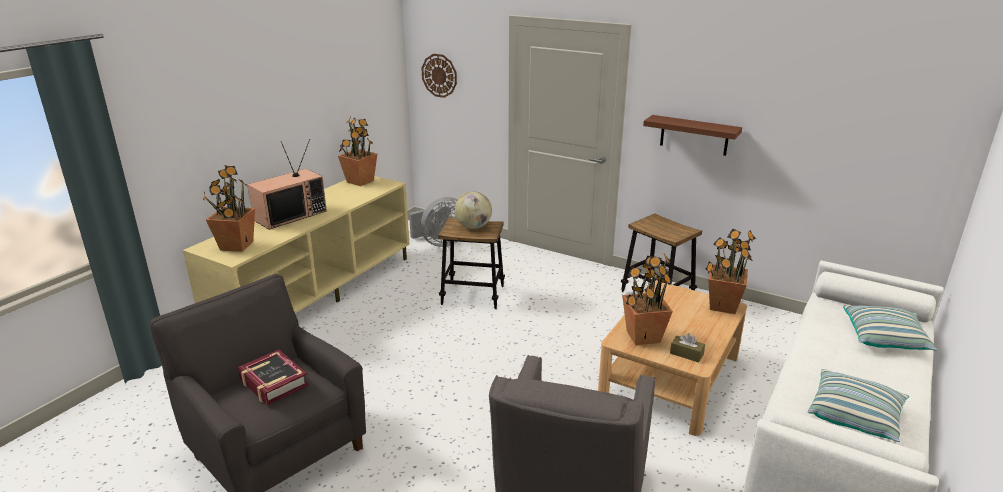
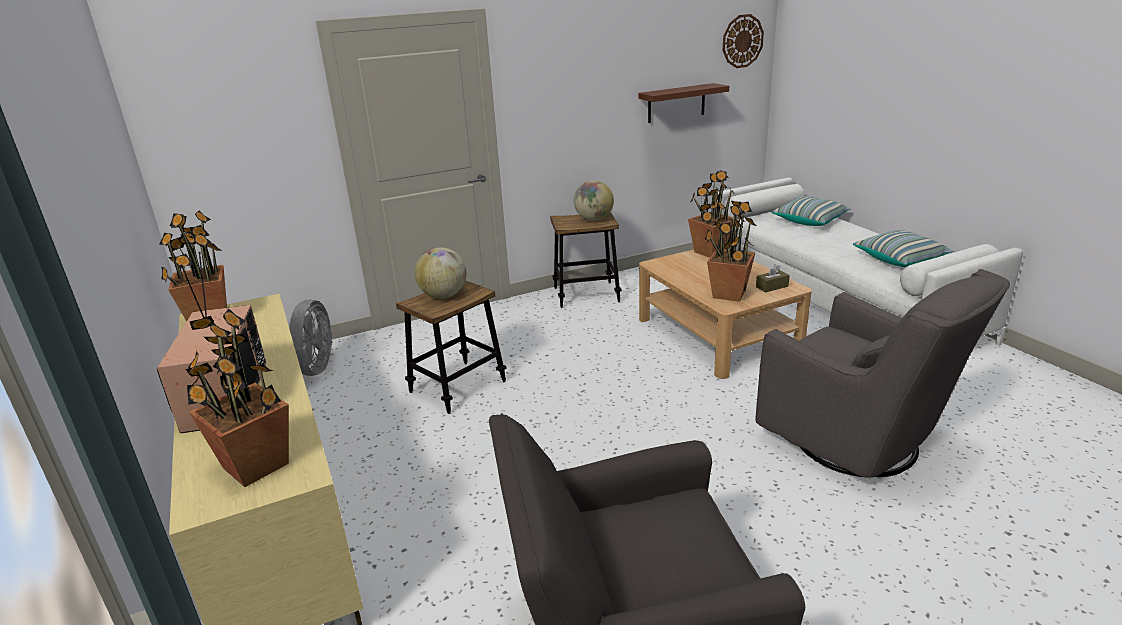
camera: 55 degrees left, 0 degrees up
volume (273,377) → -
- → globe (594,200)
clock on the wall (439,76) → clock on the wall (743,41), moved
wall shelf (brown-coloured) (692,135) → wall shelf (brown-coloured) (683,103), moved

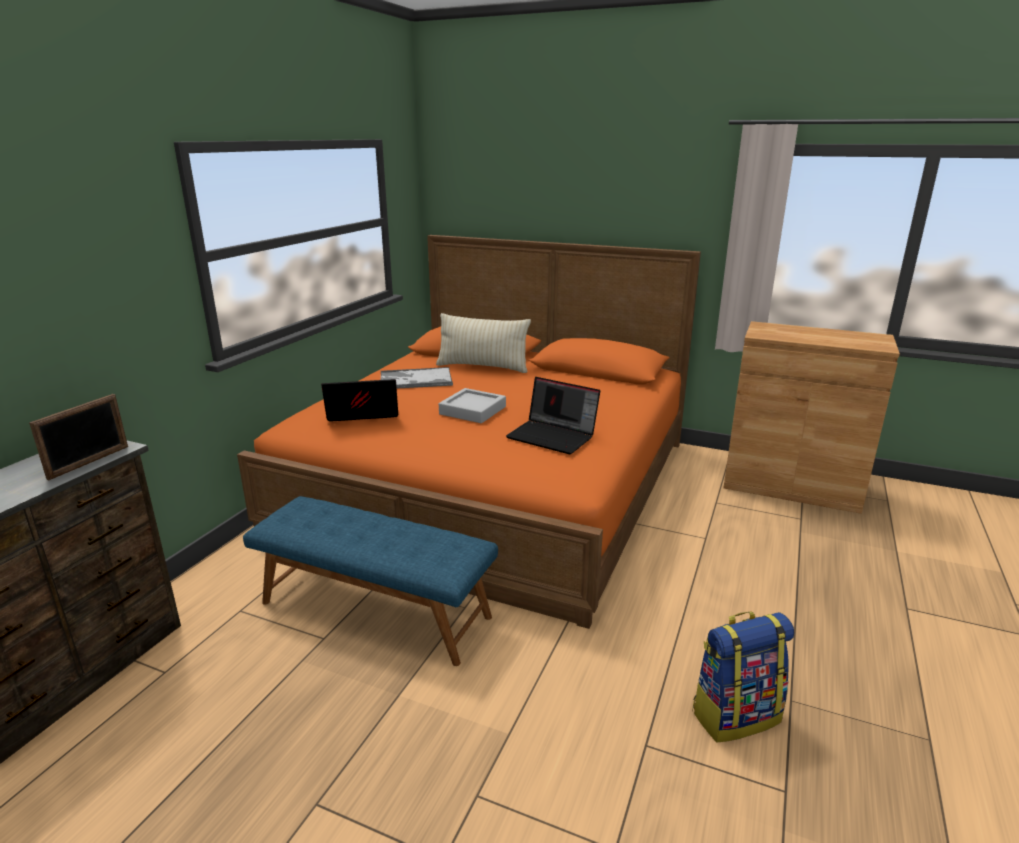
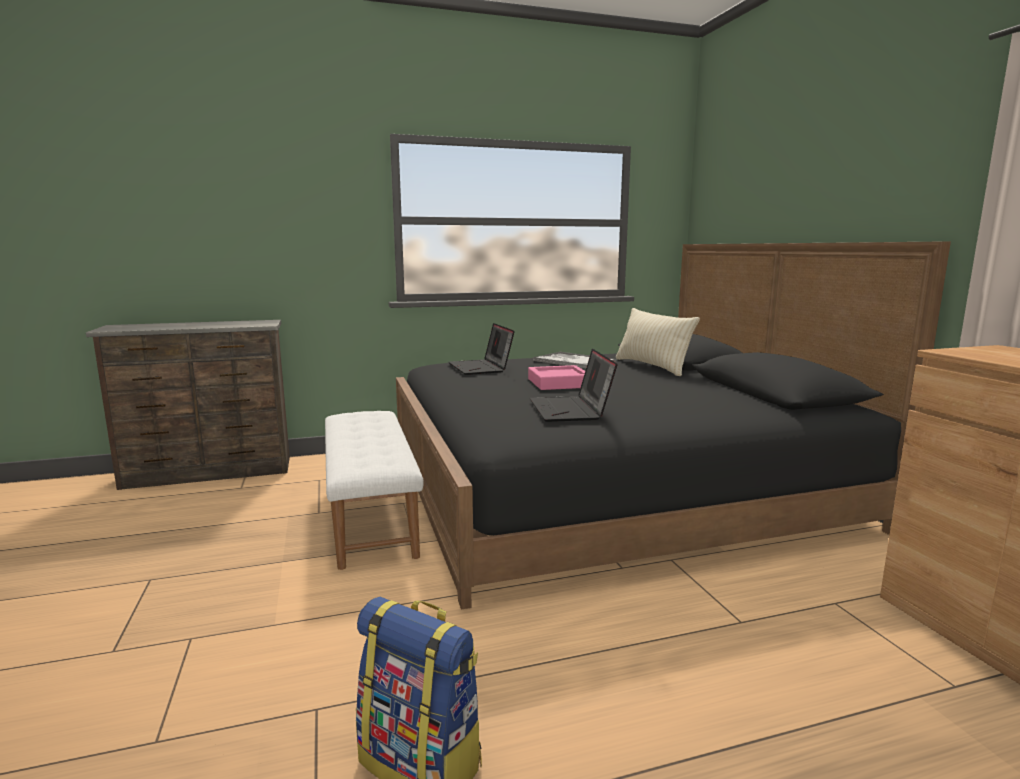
camera: 50 degrees right, 10 degrees down
photo frame (78,437) → -
bed (orangey) (469,432) → bed (black-coloured) (673,425)
bench (blue-coloured) (370,581) → bench (whitish) (374,490)
serving tray (grey) (472,405) → serving tray (pink) (556,377)
laptop (359,400) → laptop (482,349), 150 degrees counterclockwise

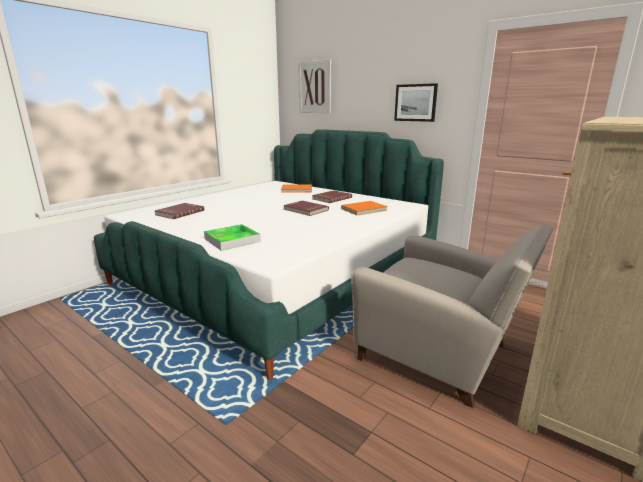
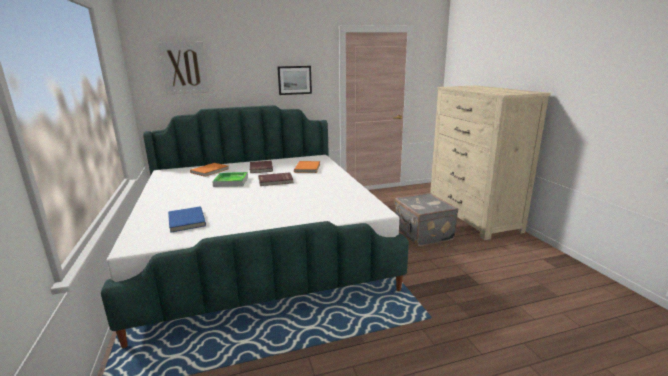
camera: 55 degrees left, 0 degrees up
serving tray (232,237) → serving tray (230,179), moved
lounge chair (beige-coloured) (452,316) → piece of luggage (grey) (426,220)
volume (reddish) (179,211) → volume (blue-coloured) (187,220)

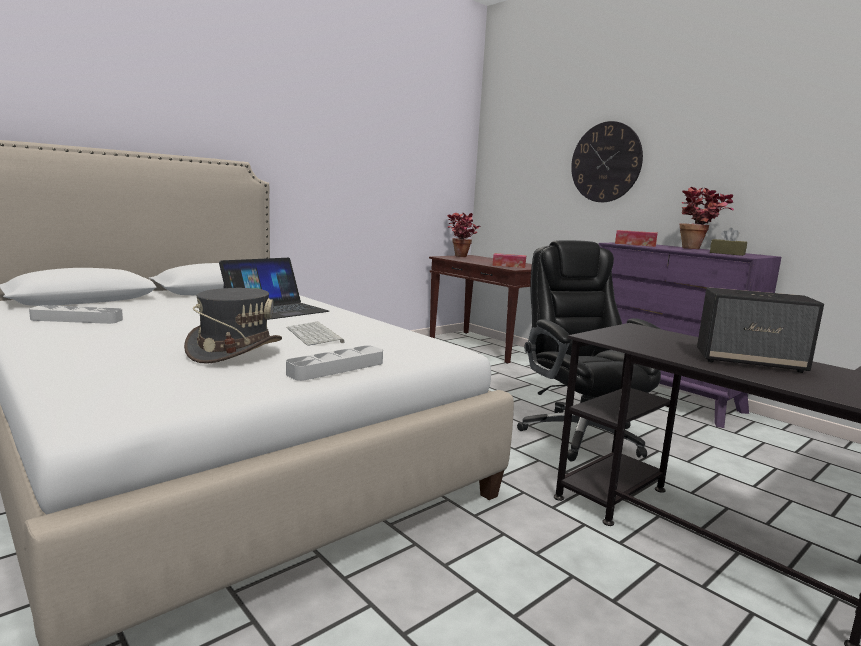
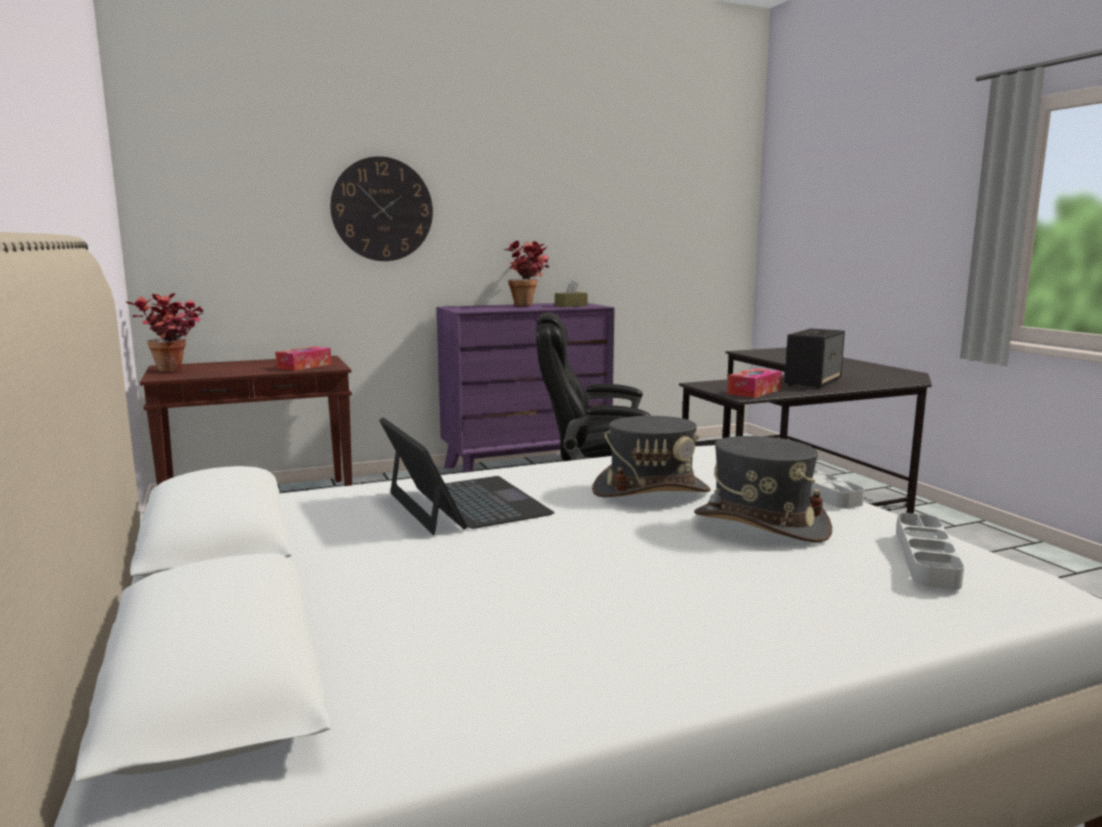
camera: 70 degrees left, 0 degrees up
serving tray (grey) (76,314) → serving tray (grey) (930,551), moved
box of tissues (636,238) → box of tissues (754,383), moved
computer keyboard (316,334) → clothing hat (grey) (651,456)

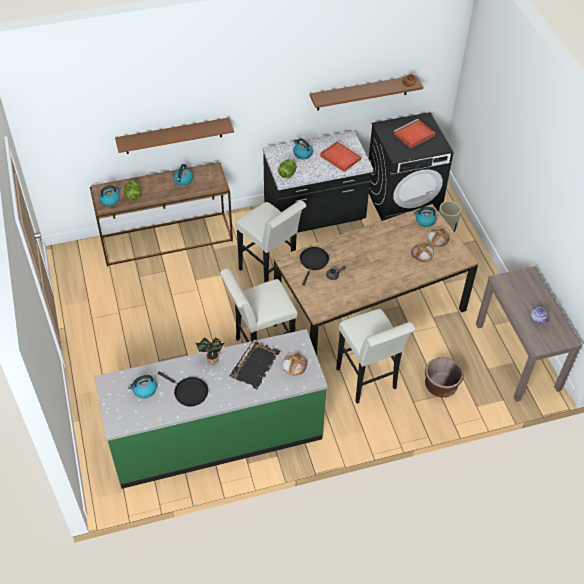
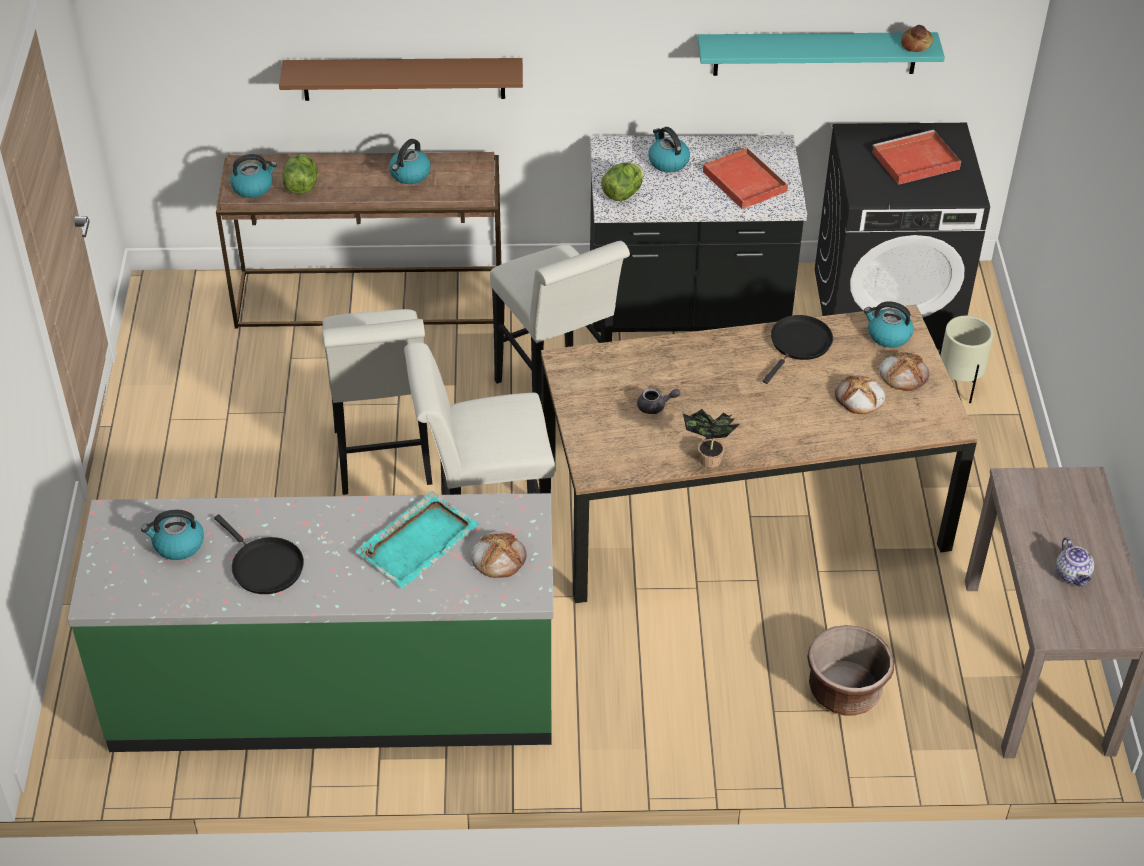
camera: 15 degrees right, 5 degrees down
plant in a pot (210,350) → plant in a pot (711,438), moved
pan (black-coloured) (314,266) → pan (black-coloured) (798,349), moved
stool (whitish) (375,356) → stool (whitish) (377,402), moved
serving tray (black-coloured) (255,364) → serving tray (turquoise-coloured) (417,539)
wall shelf (brown-coloured) (366,93) → wall shelf (turquoise-coloured) (821,54)

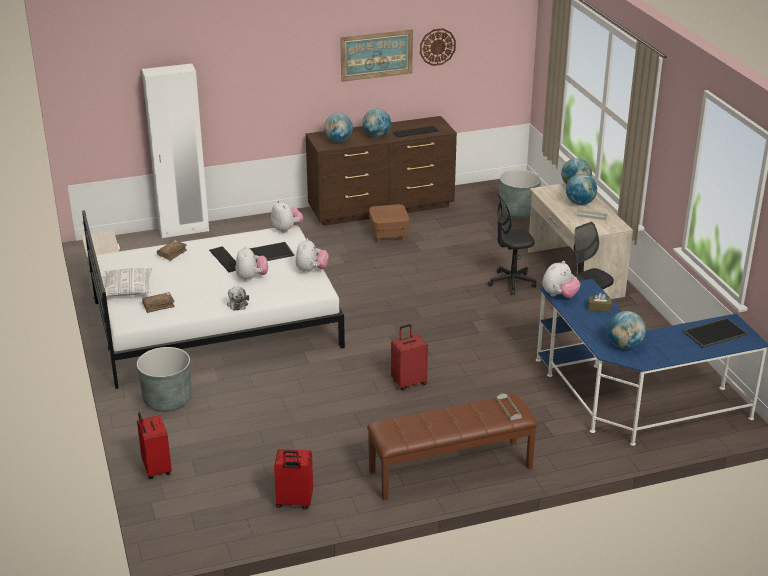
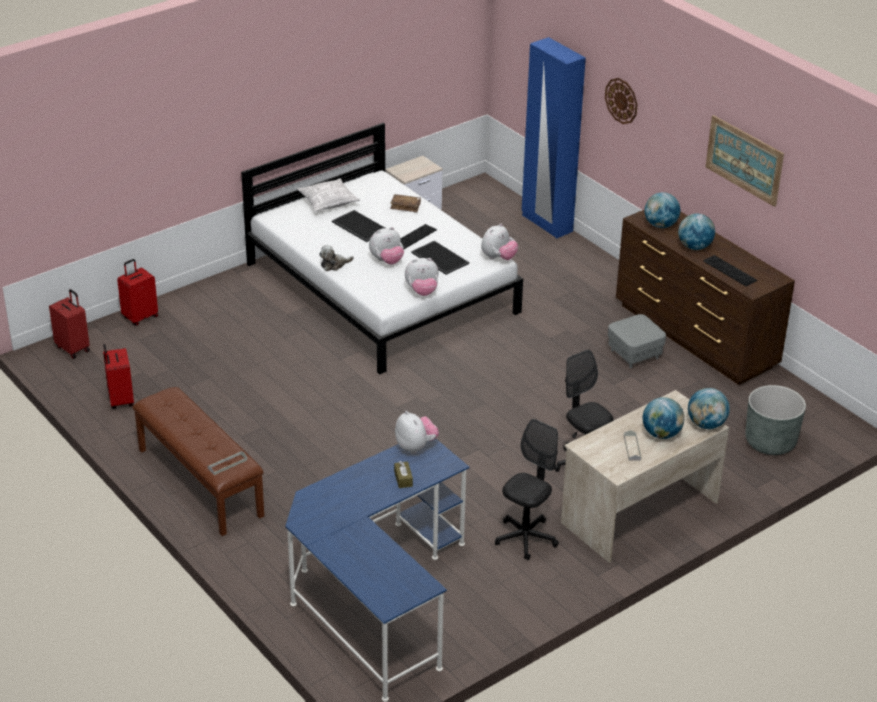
camera: 70 degrees right, 5 degrees up
planter (grey) (164,379) → -
volume (brown-coloured) (158,302) → -
globe (626,330) → -
piece of luggage (reddish) (409,357) → piece of luggage (reddish) (69,324), moved
clock on the wall (438,47) → clock on the wall (621,101), moved
serving tray (715,333) → serving tray (358,226), moved
armoire (whitish) (175,151) → armoire (blue-coloured) (554,138)
pouffe (brown-coloured) (389,223) → pouffe (grey) (637,341)
plush toy (561,279) → plush toy (417,432), 150 degrees counterclockwise

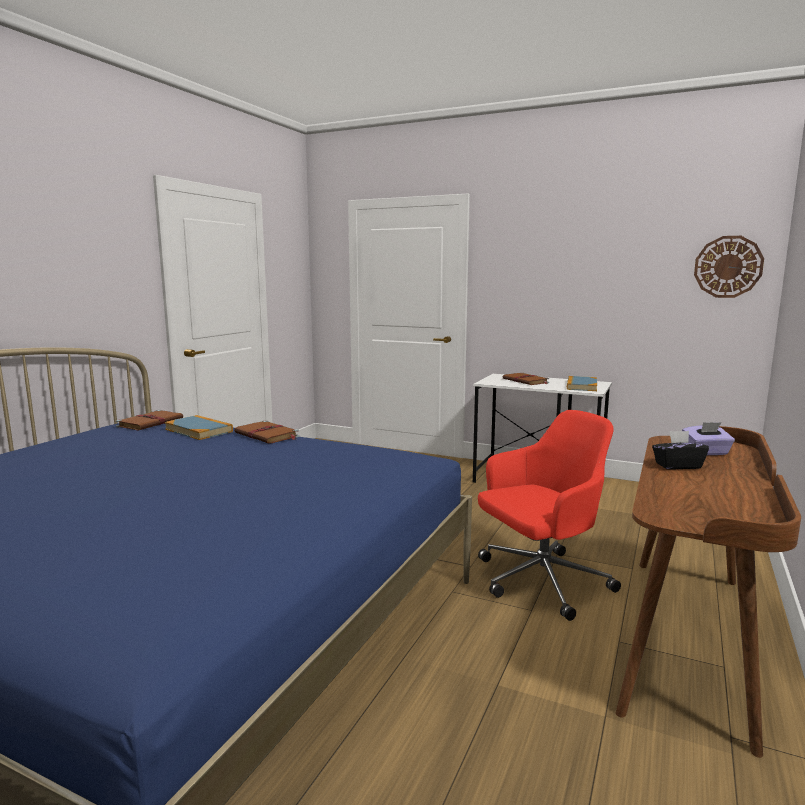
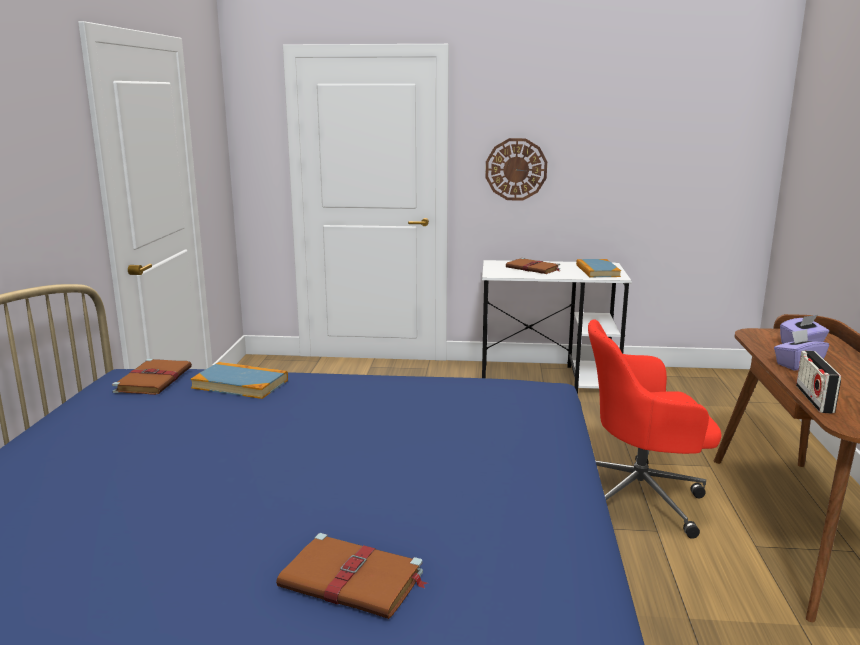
camera: 20 degrees left, 5 degrees up
- → radio (818,382)
volume (brown-coloured) (266,432) → volume (brown-coloured) (351,576), moved
clock on the wall (729,267) → clock on the wall (516,169), moved
box of tissues (black-coloured) (680,450) → box of tissues (purplish) (801,350)
office chair (reddish) (549,515) → office chair (reddish) (655,429), 135 degrees counterclockwise

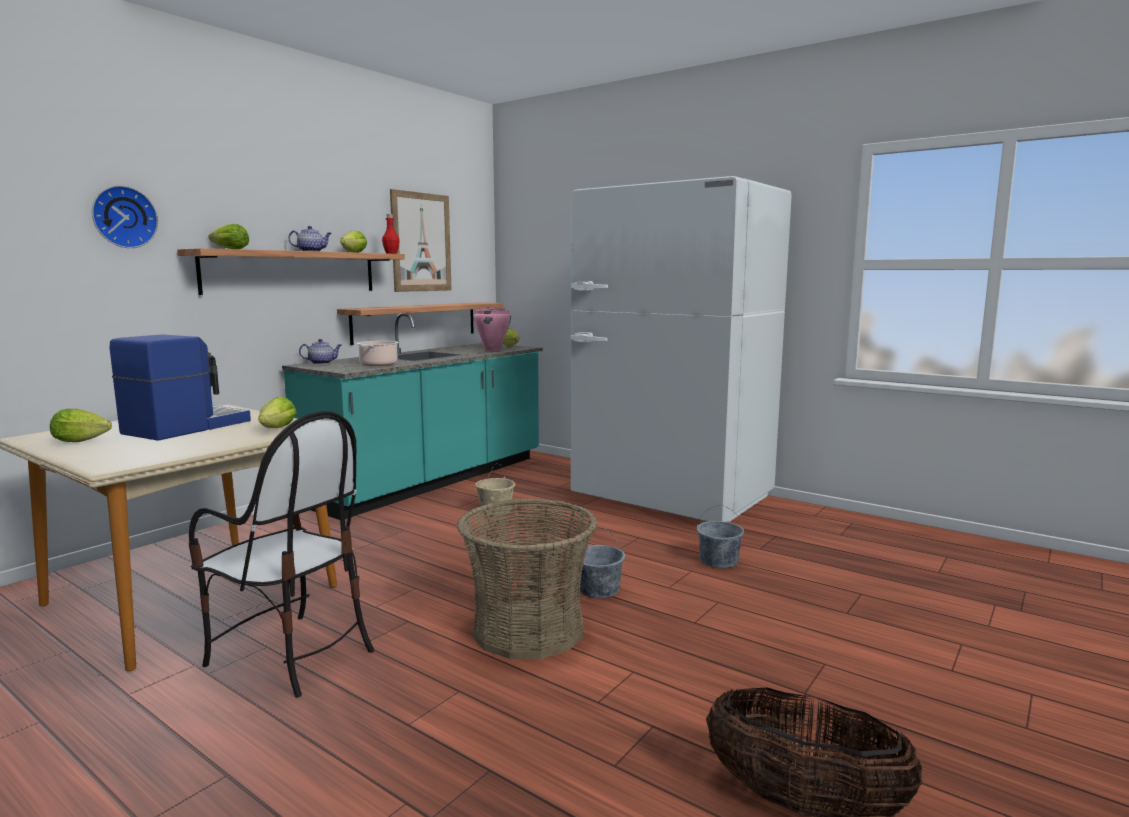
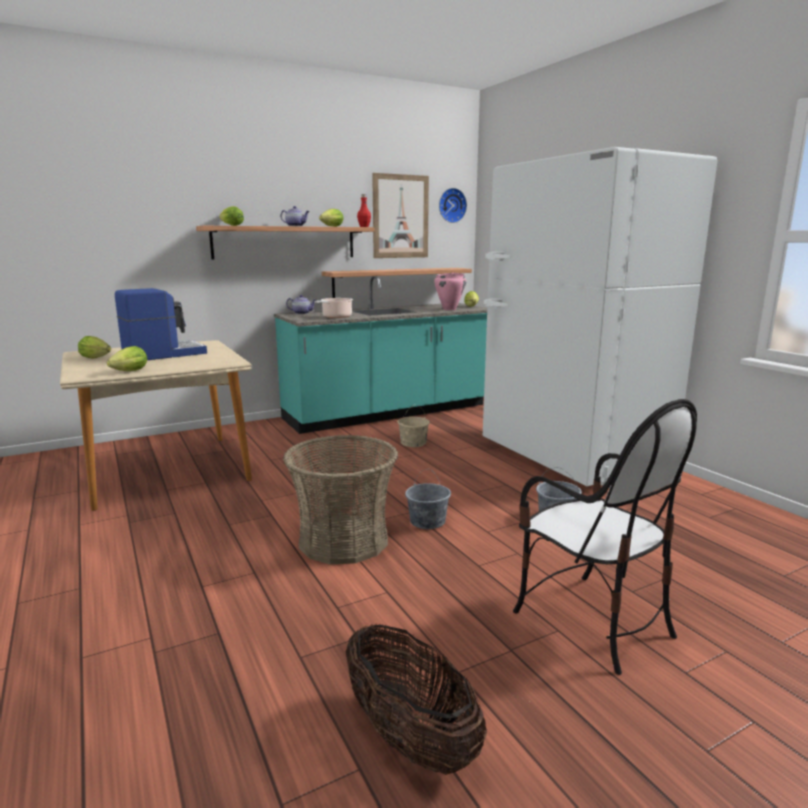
camera: 25 degrees right, 5 degrees up
clock on the wall (125,216) → clock on the wall (453,205), moved
plain chair (281,554) → plain chair (605,537), moved
lettuce (277,412) → lettuce (127,358), moved

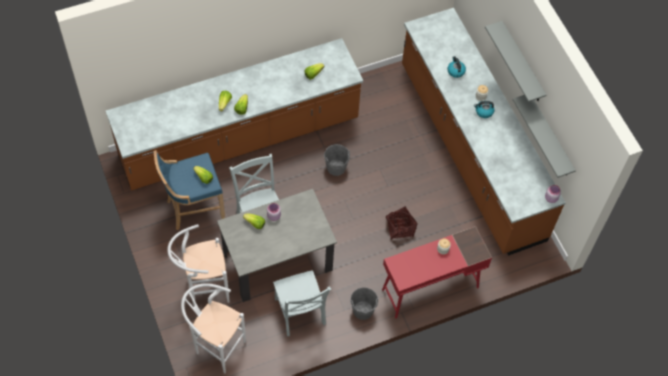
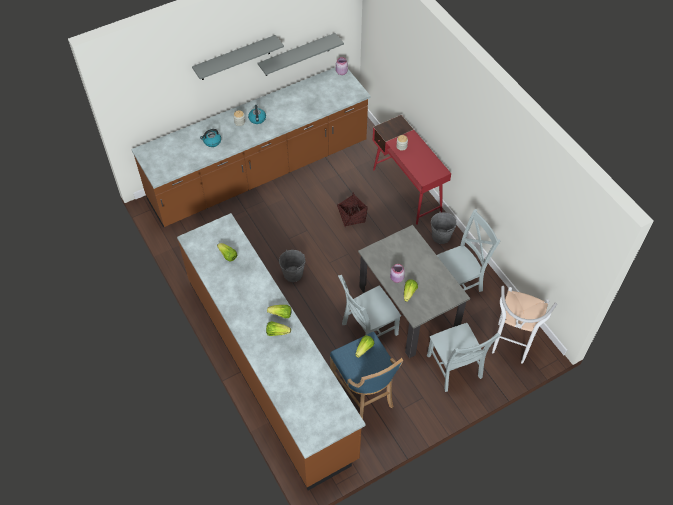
camera: 95 degrees left, 5 degrees down
stool (whitish) (198,265) → plain chair (grey) (463,357)

